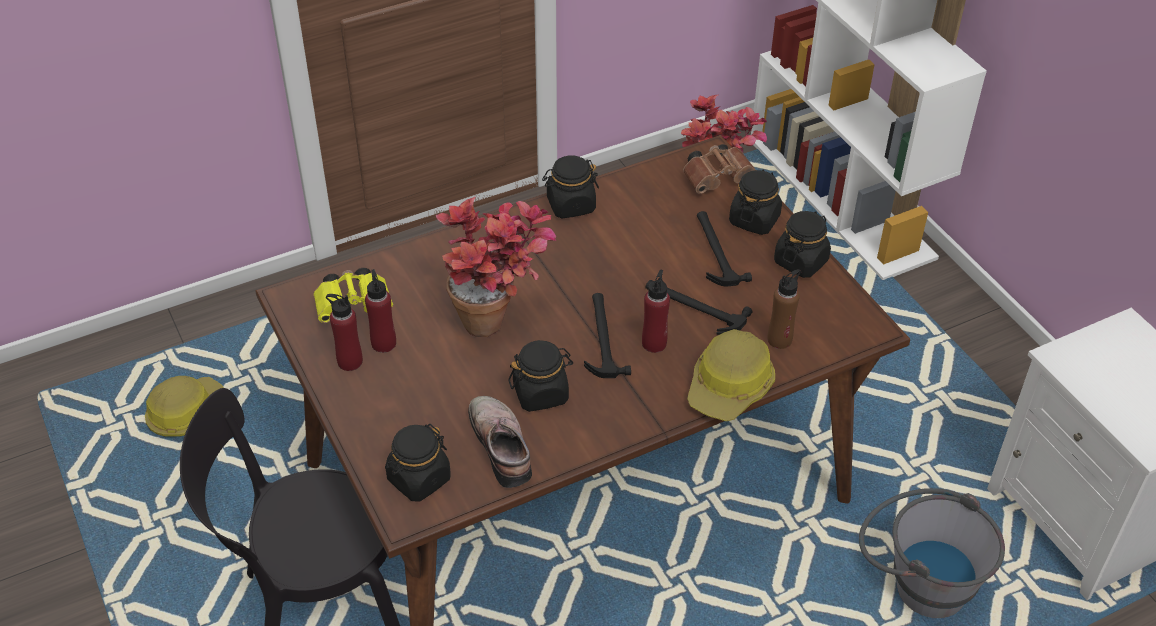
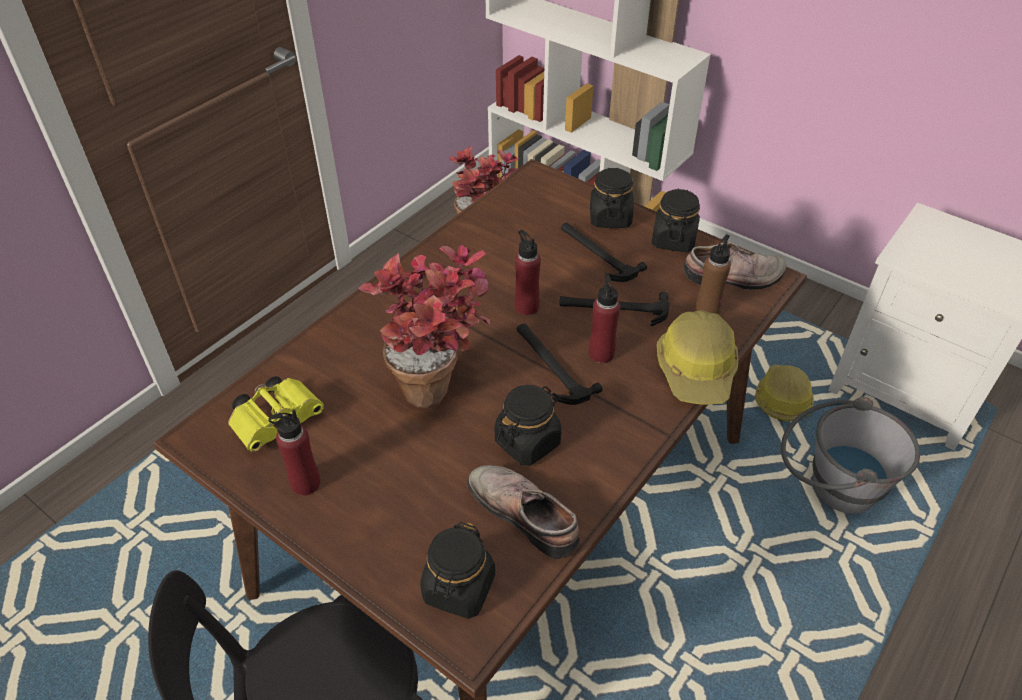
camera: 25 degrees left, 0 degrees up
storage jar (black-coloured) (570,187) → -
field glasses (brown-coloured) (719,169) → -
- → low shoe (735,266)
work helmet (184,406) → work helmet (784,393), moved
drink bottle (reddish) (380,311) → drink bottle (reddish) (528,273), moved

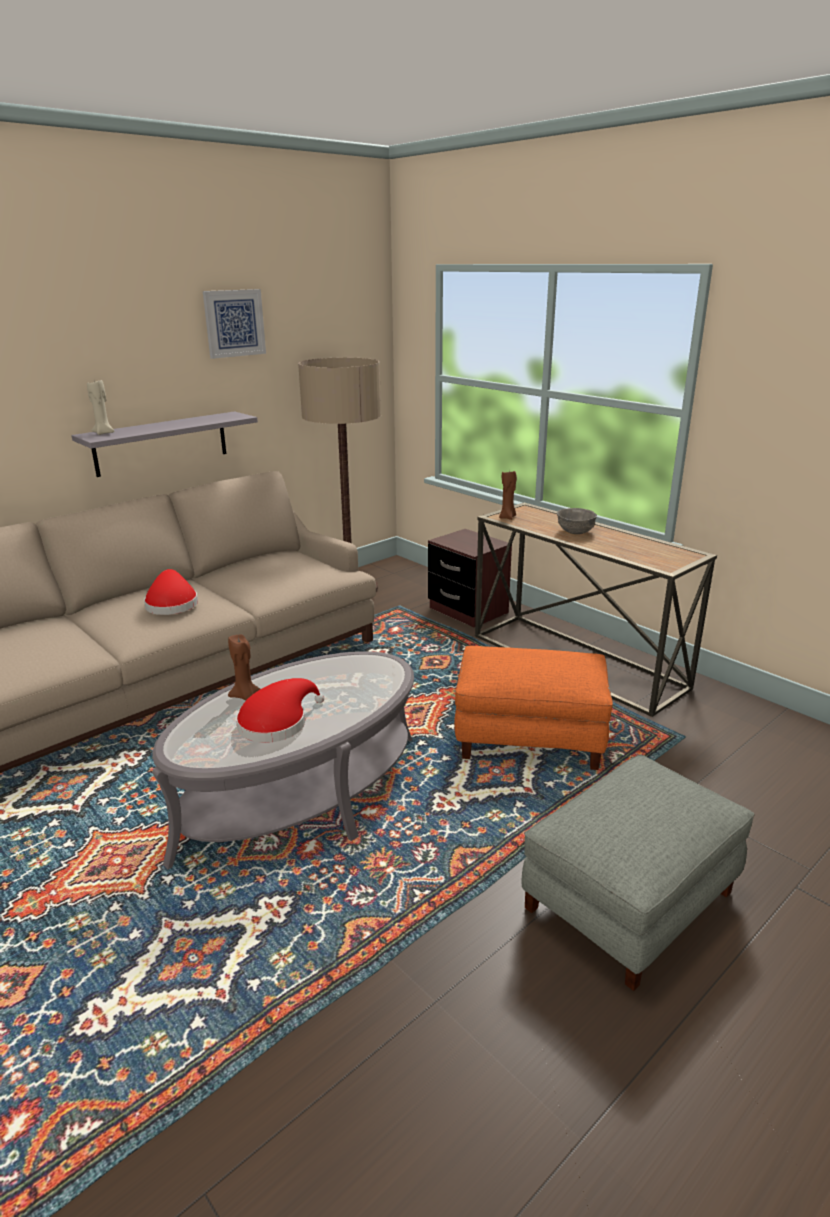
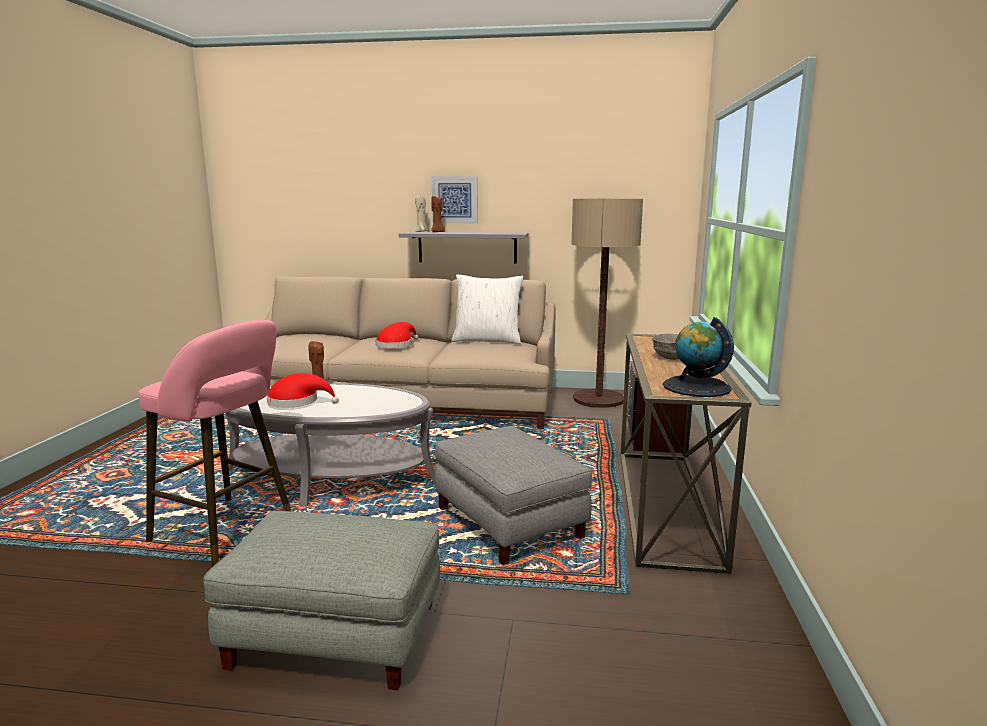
camera: 50 degrees right, 10 degrees down
- → stool (pink) (214,443)
- → pillow (whitish) (487,309)
- → globe (698,357)
picture (234,324) → picture (454,200), moved
candle (brown-coloured) (508,494) → candle (brown-coloured) (438,214), moved
pouffe (orangey) (533,708) → pouffe (grey) (513,495)

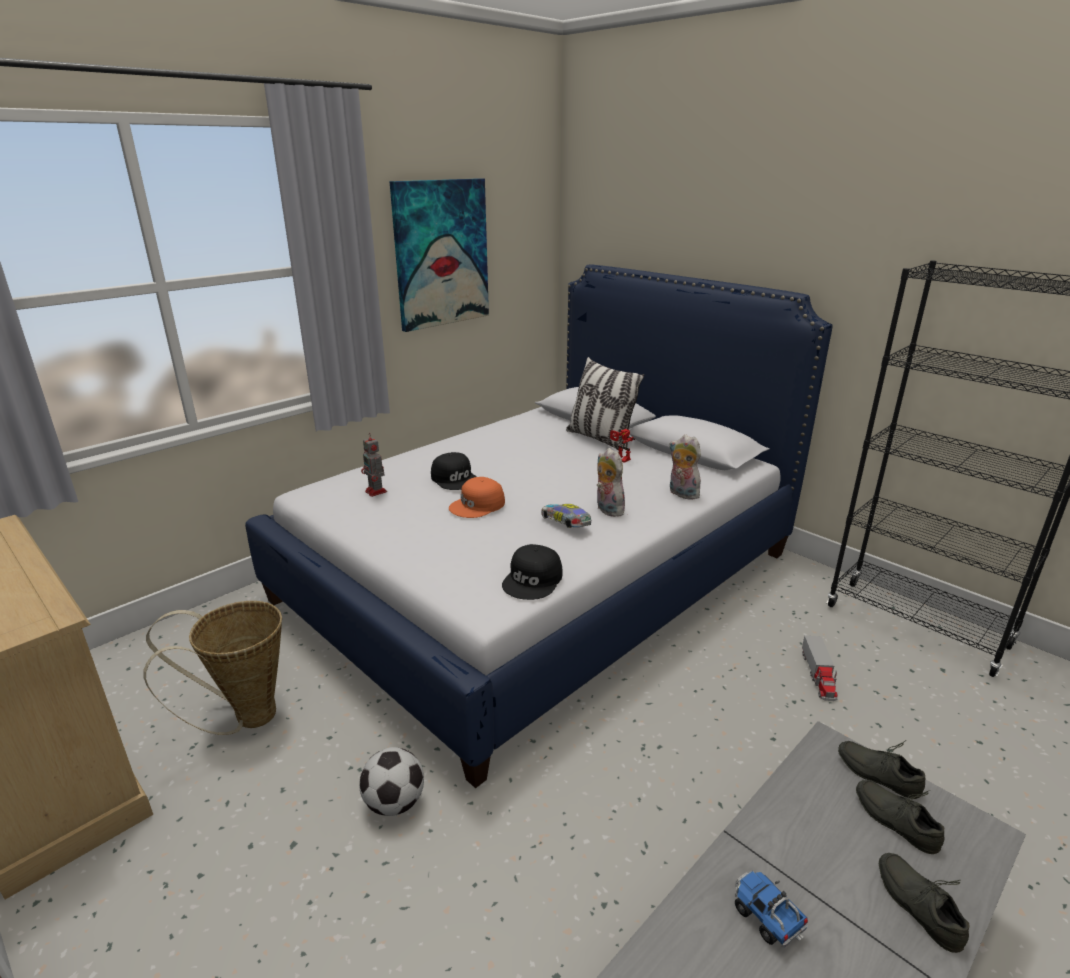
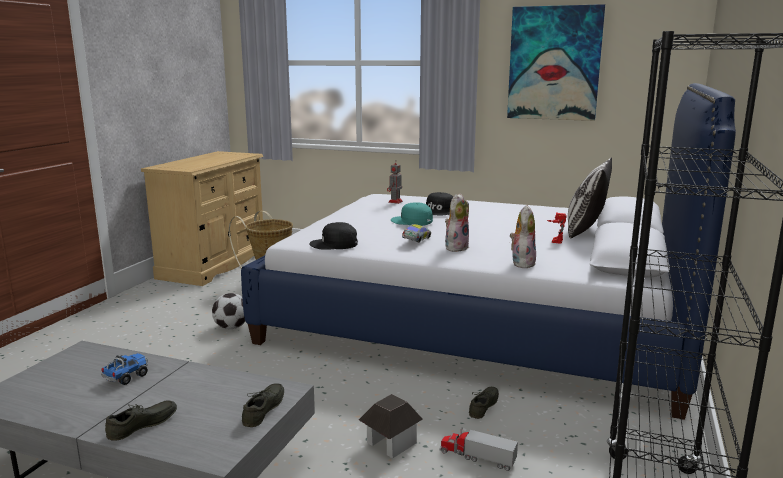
camera: 65 degrees right, 10 degrees down
- → miniature house (391,426)
low shoe (grey) (900,817) → low shoe (grey) (484,403), moved
peaked cap (orangey) (477,497) → peaked cap (turquoise-coloured) (412,214)
toy truck (820,668) → toy truck (479,449), 45 degrees clockwise

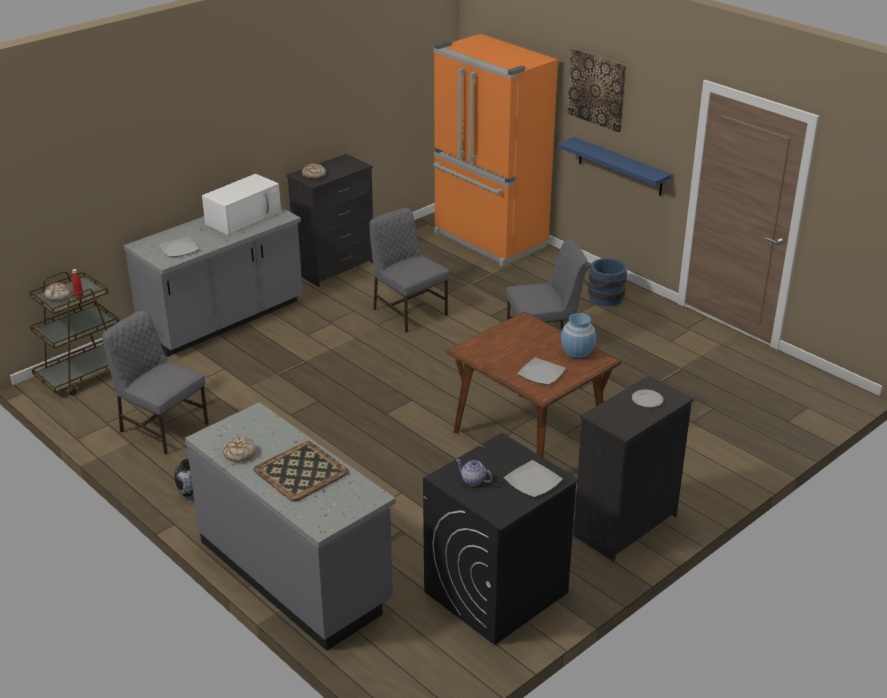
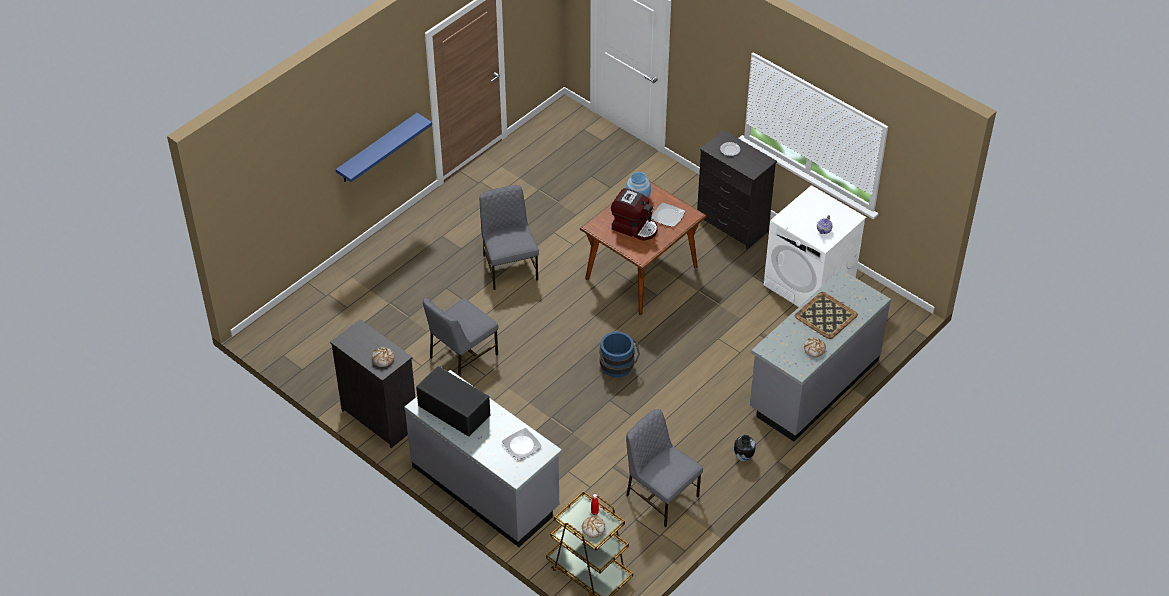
camera: 95 degrees left, 15 degrees up
kitchen fridge (orangey) (495,150) → -
dinner plate (533,478) → -
picture (597,90) → -
- → coffee machine (634,214)
water bucket (blue-coloured) (605,282) → water bucket (blue-coloured) (619,355), moved
microwave oven (whitish) (241,204) → microwave oven (black-coloured) (453,401)
laundry machine (black-coloured) (501,539) → laundry machine (whitish) (815,246)
plain chair (grey) (156,383) → plain chair (grey) (664,468), 105 degrees clockwise

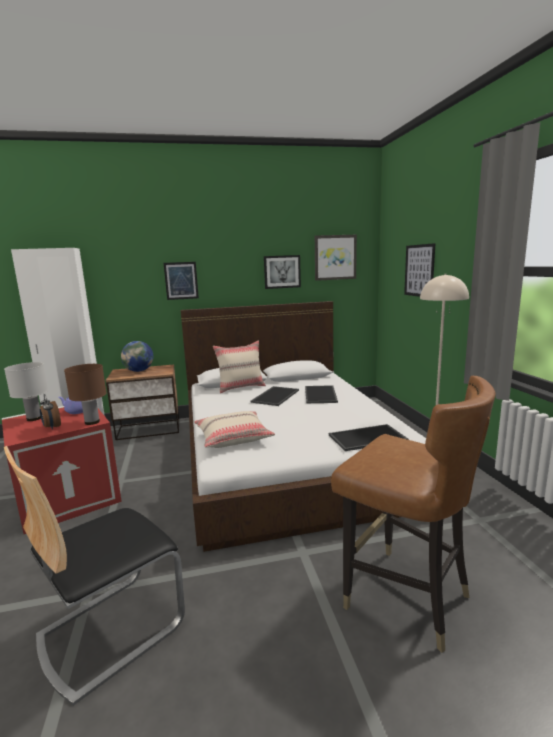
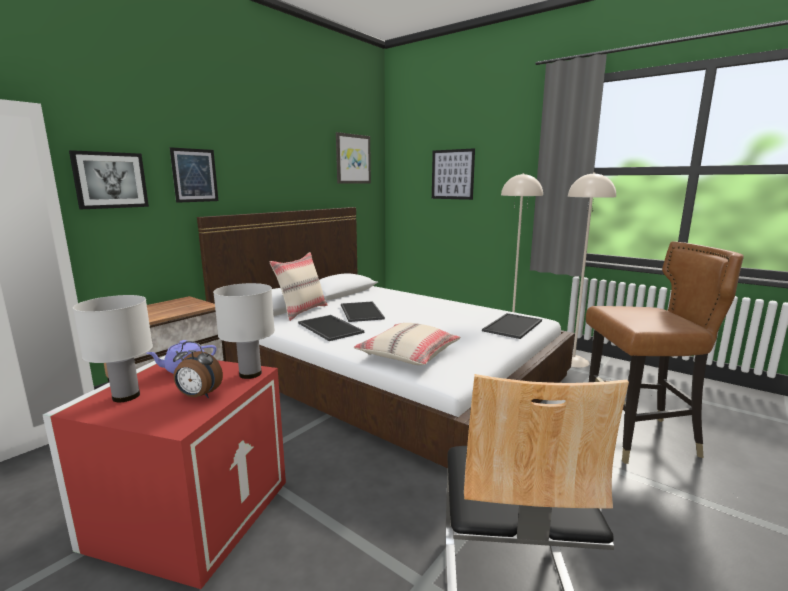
camera: 40 degrees left, 0 degrees up
globe (137,356) → -
- → floor lamp (beige-coloured) (592,270)
picture (282,272) → picture (109,179), moved
serving tray (321,394) → serving tray (331,328), moved
lamp for a table (brown-coloured) (85,394) → lamp for a table (whitish) (244,331)

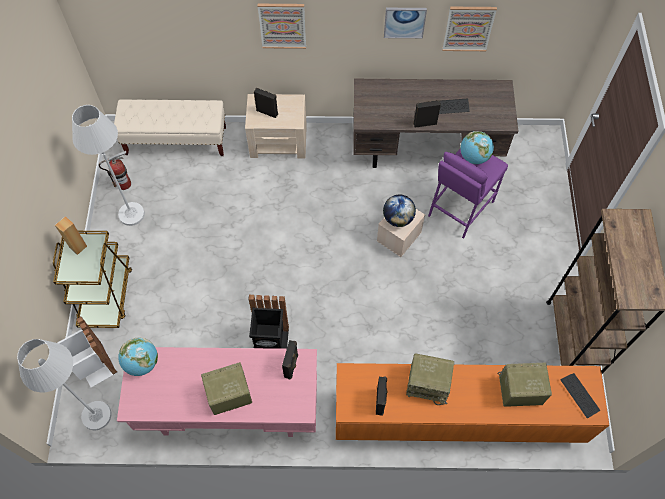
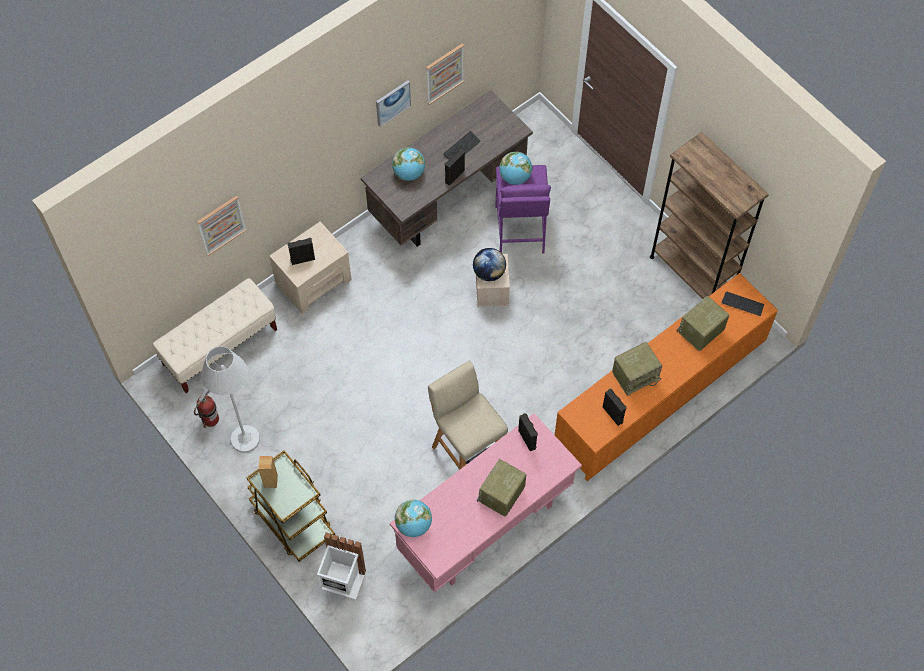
camera: 40 degrees left, 0 degrees up
floor lamp (whitish) (64,384) → -
- → globe (408,164)
picture (281,26) → picture (222,225), moved
waste bin (black-coloured) (268,322) → stool (beige-coloured) (468,415)

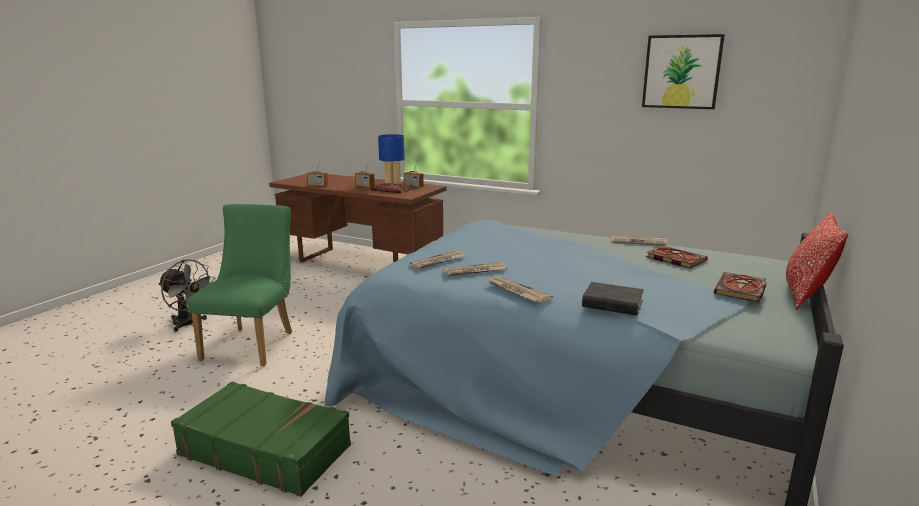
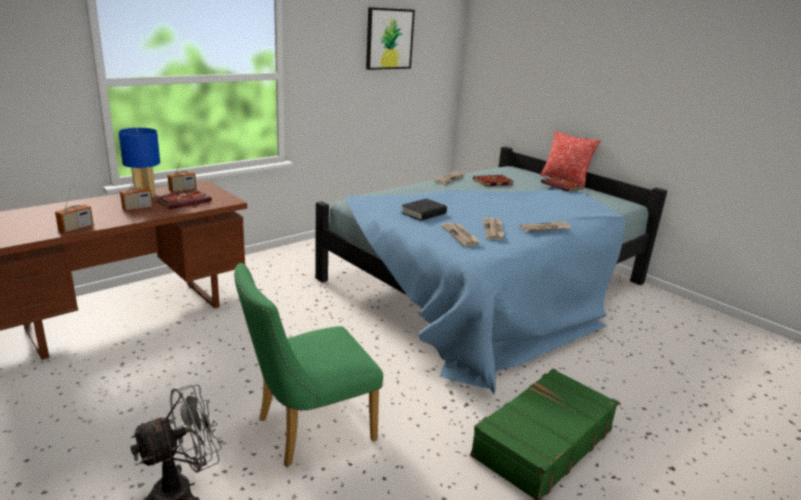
camera: 70 degrees left, 5 degrees up
volume (black-coloured) (613,299) → volume (black-coloured) (424,209), moved
plain chair (green) (239,285) → plain chair (green) (308,365), 60 degrees counterclockwise

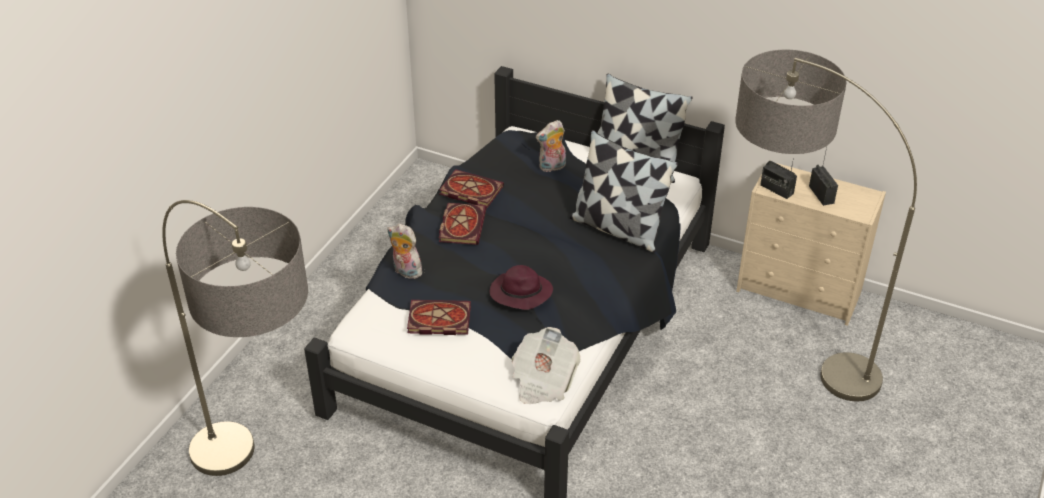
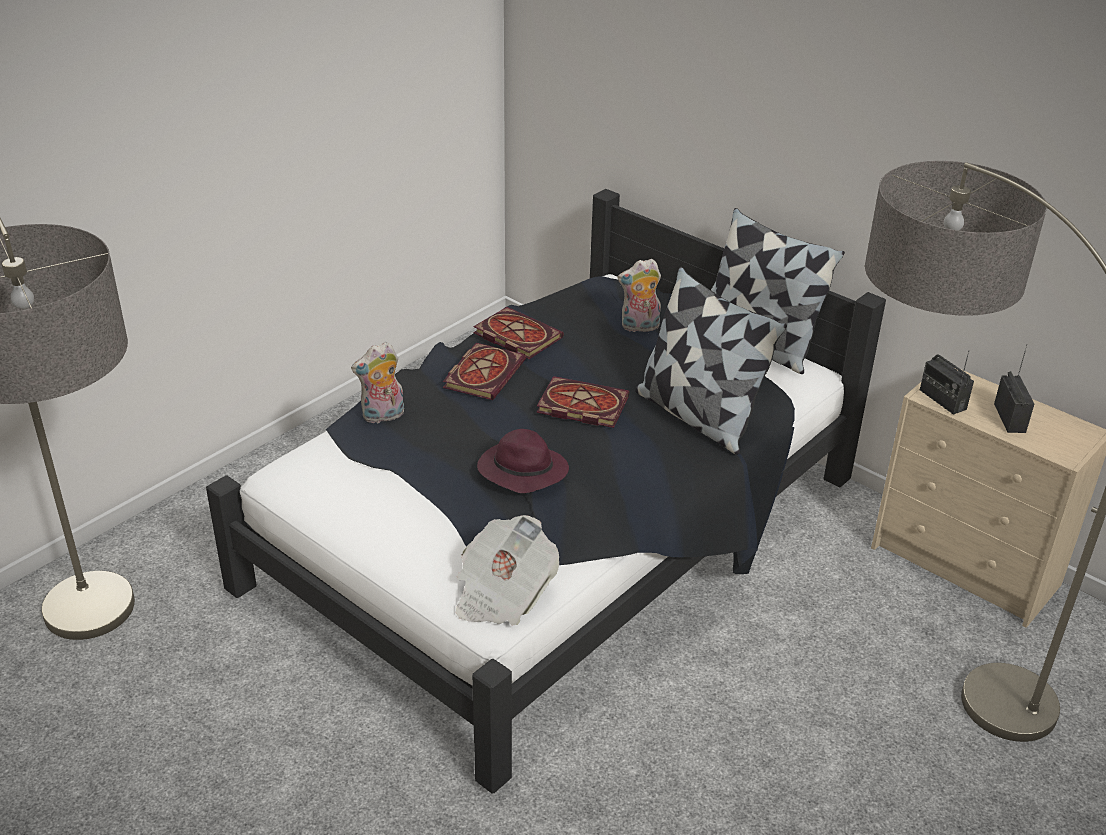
camera: 15 degrees right, 5 degrees down
volume (439,317) → volume (583,402), moved
plush toy (404,251) → plush toy (377,382), 75 degrees counterclockwise

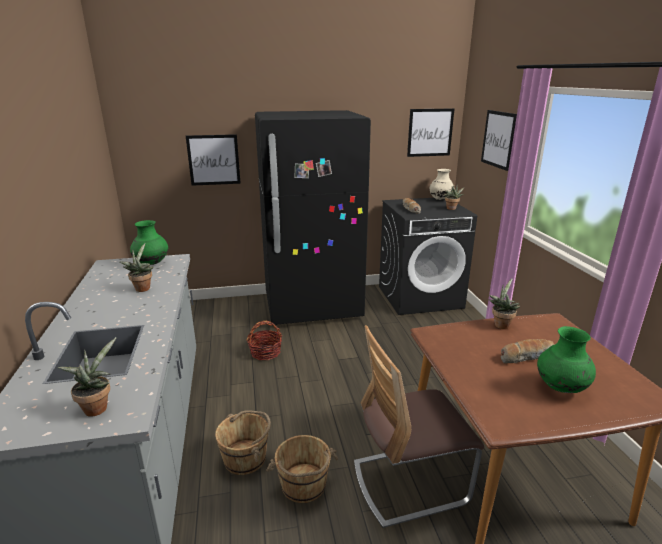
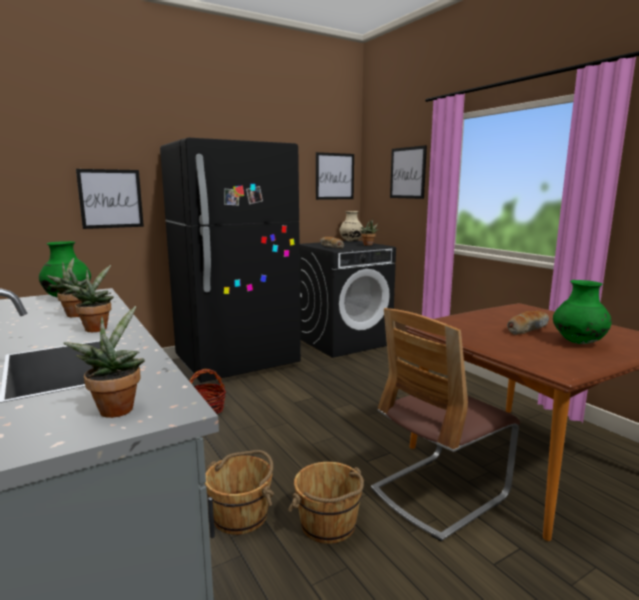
camera: 20 degrees left, 10 degrees down
plant in a pot (504,304) → plant in a pot (88,298), moved

